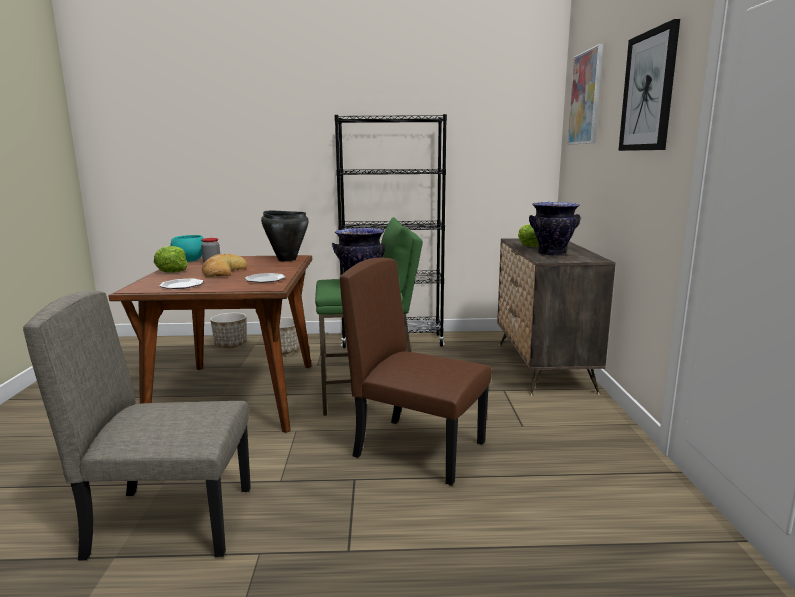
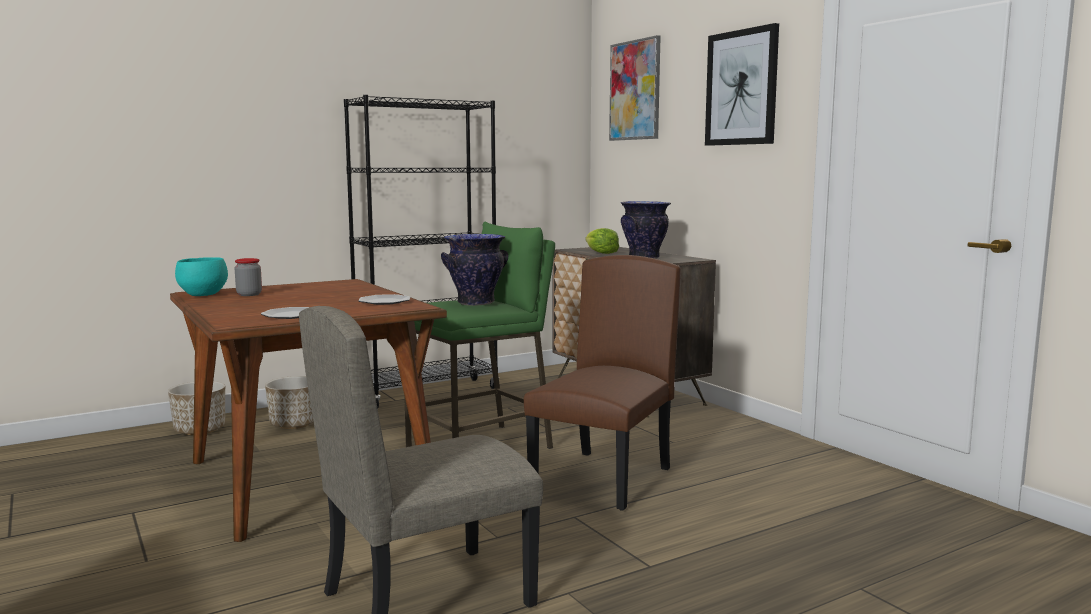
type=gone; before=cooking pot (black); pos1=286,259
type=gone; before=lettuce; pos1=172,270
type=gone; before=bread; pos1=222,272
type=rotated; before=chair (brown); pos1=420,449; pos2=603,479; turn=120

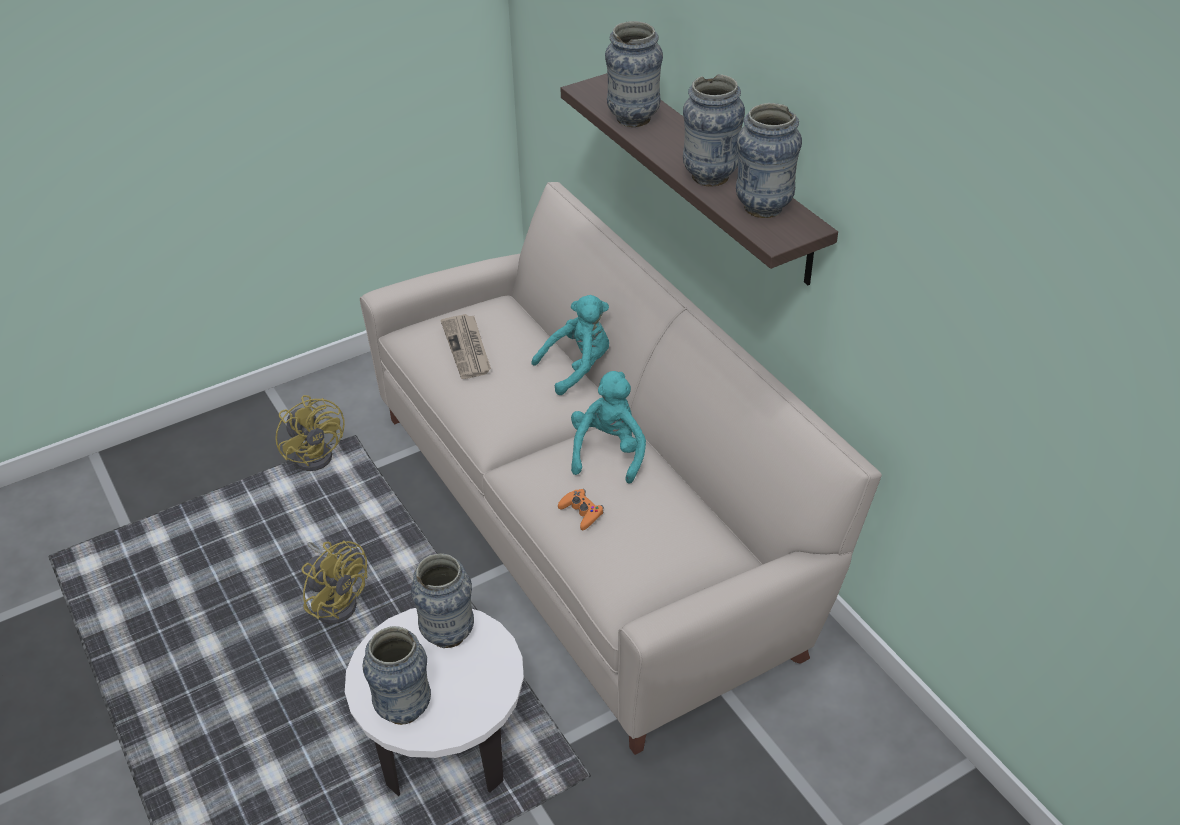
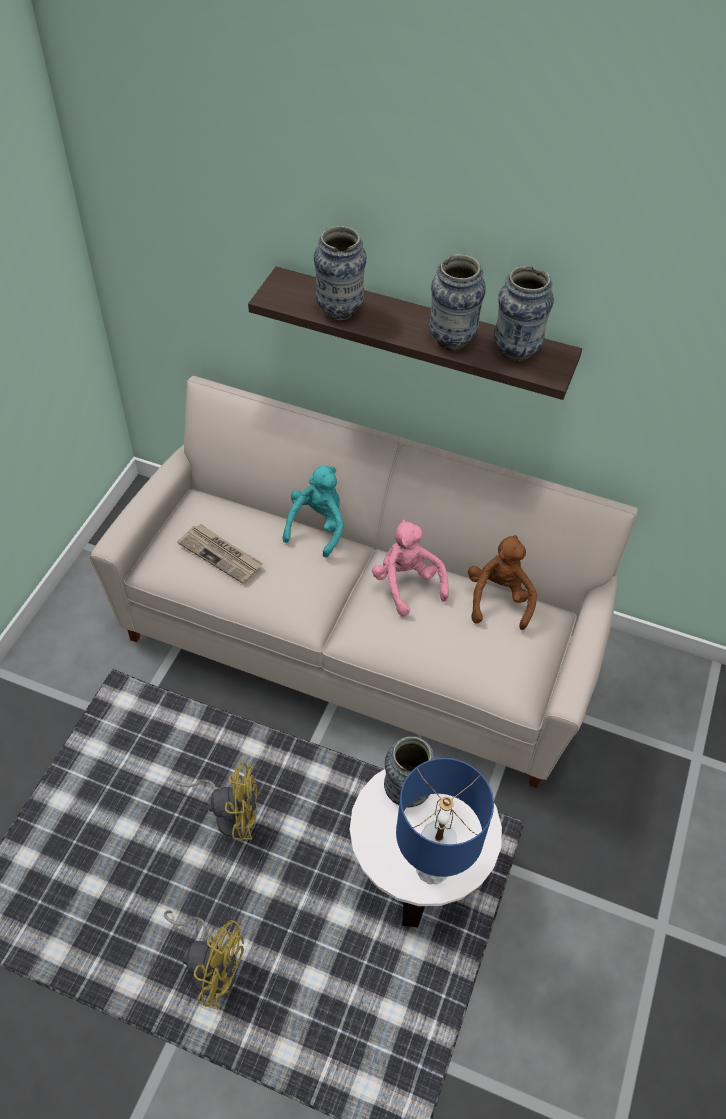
type=repainted; before=plush toy (turquoise); after=plush toy (pink); pos1=608,452; pos2=407,584
type=shifted; before=fan (yellow); pos1=317,452; pos2=212,964
type=gone; before=game controller (orange); pos1=581,512
type=swapped; before=vase; after=table lamp (blue); pos1=404,708; pos2=432,868
type=new; after=plush toy (brown); pos2=499,598

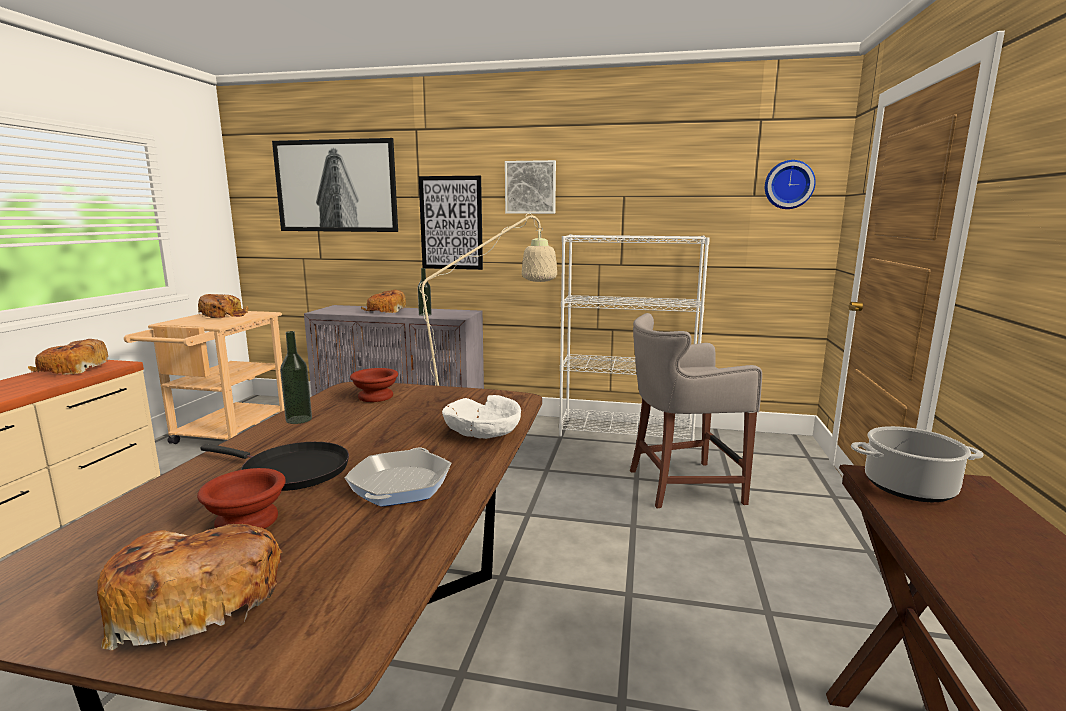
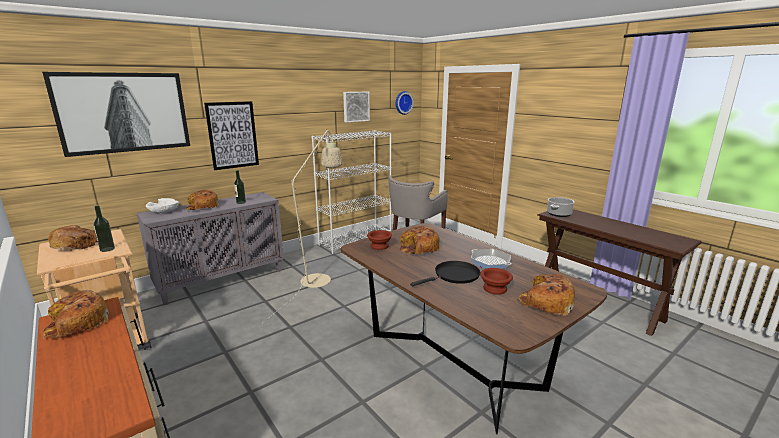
type=shifted; before=picture; pos1=530,187; pos2=355,106
type=shifted; before=bottle; pos1=299,419; pos2=107,249
type=shifted; before=bowl (white); pos1=483,433; pos2=164,211
type=new; after=bread; pos2=418,248

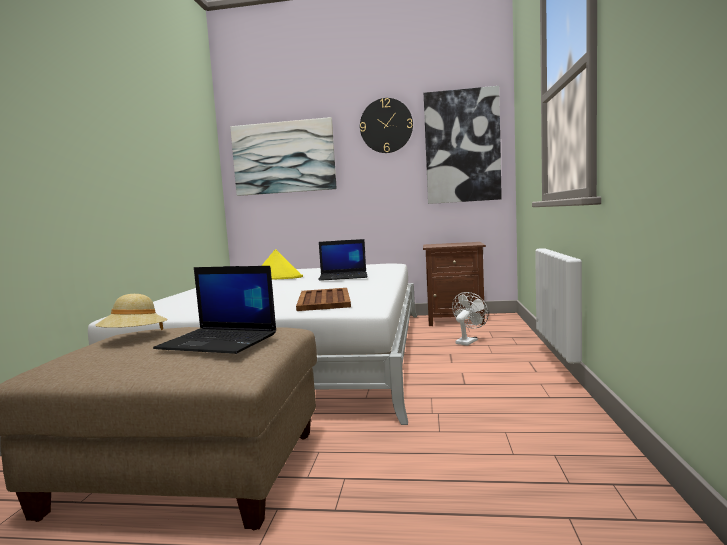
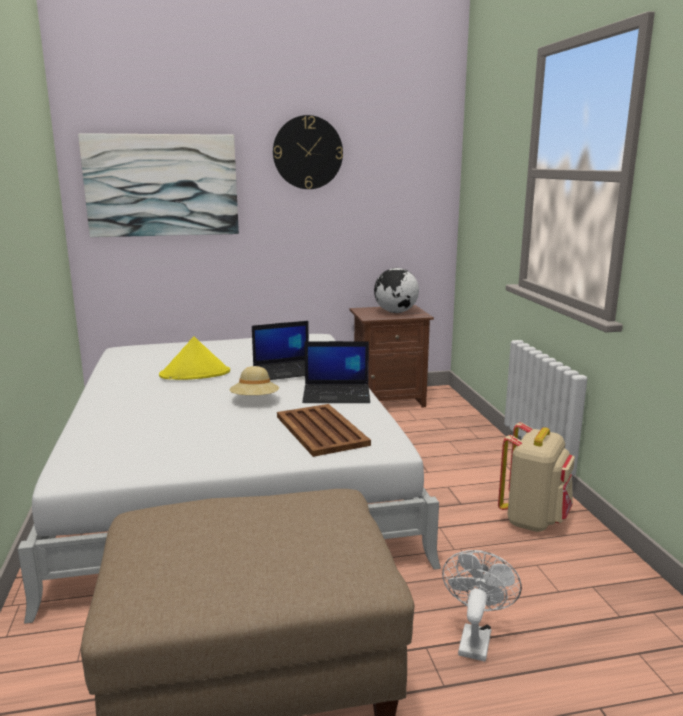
type=gone; before=picture; pos1=462,146
type=shifted; before=laptop; pos1=220,341; pos2=337,394
type=shifted; before=fan (white); pos1=468,341; pos2=475,638
type=shifted; before=hat (beige); pos1=134,338; pos2=255,400
type=new; after=globe; pos2=395,312
type=new; after=backpack (beige); pos2=533,520

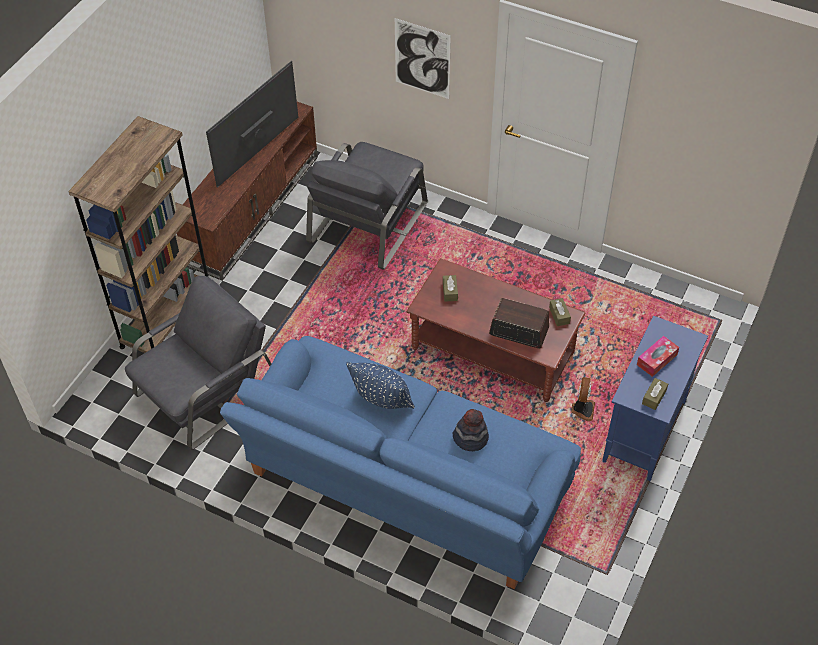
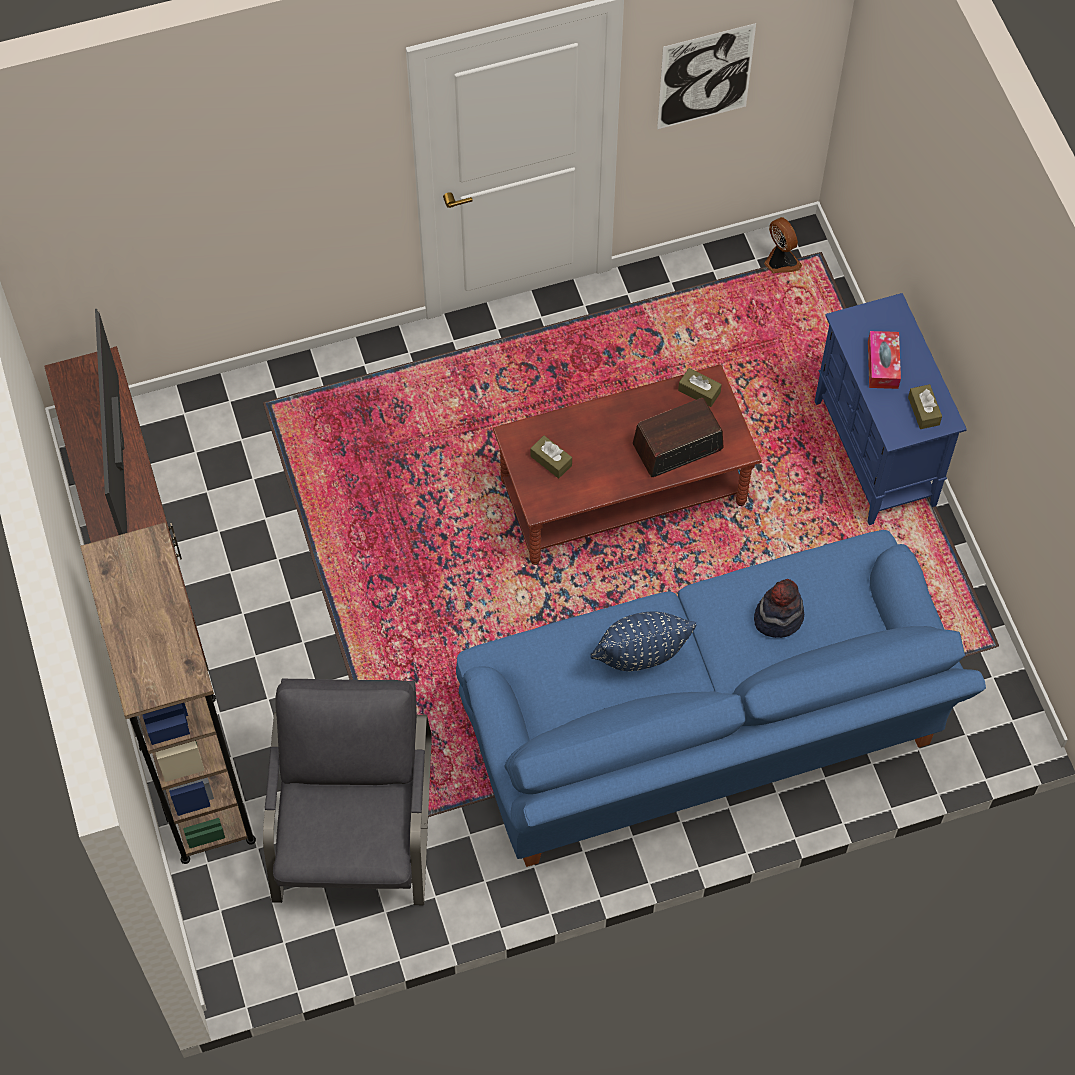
type=shifted; before=picture; pos1=422,59; pos2=705,77
type=gone; before=armchair (grey); pos1=368,221
type=shifted; before=fan; pos1=582,410; pos2=780,262

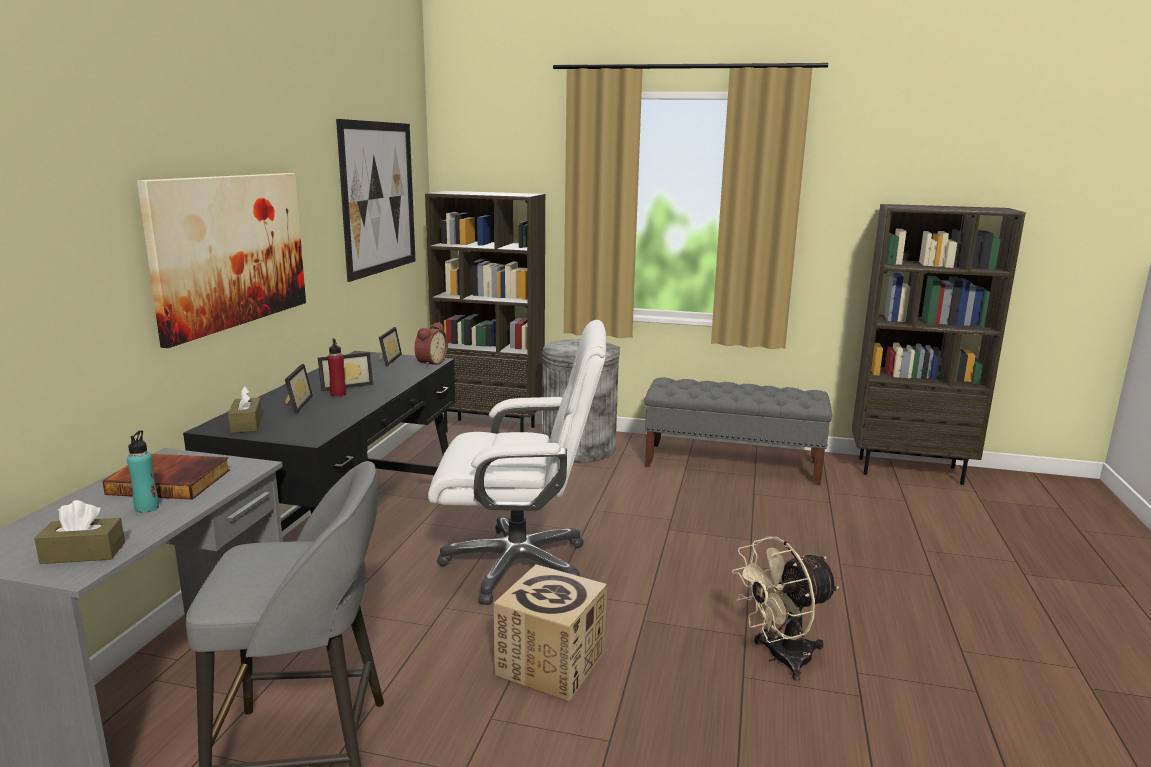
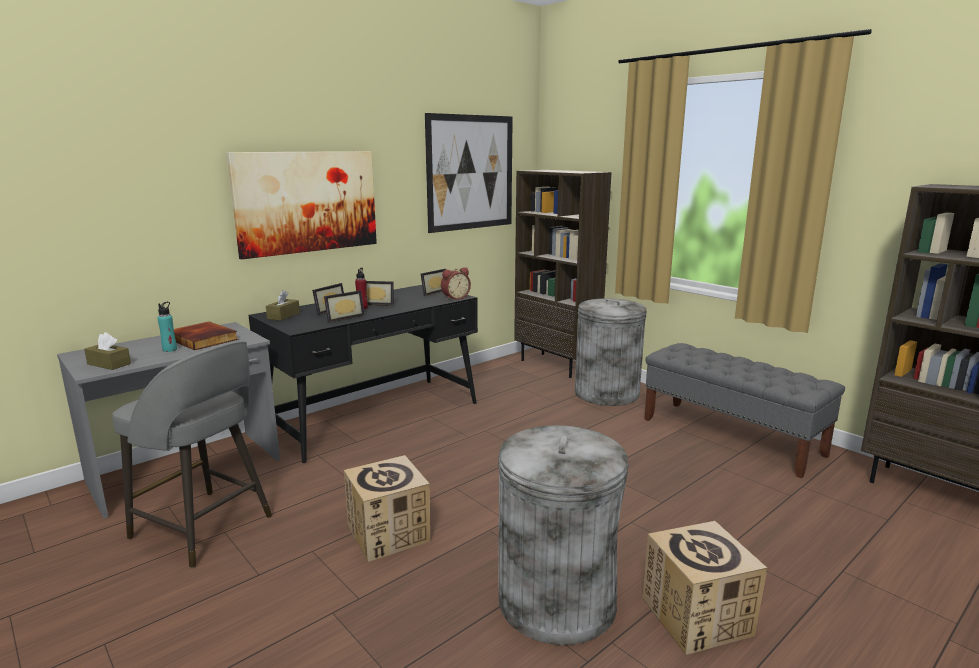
type=gone; before=office chair (white); pos1=519,565
type=swapped; before=fan (beige); after=trash can (grey); pos1=780,658; pos2=557,601
type=new; after=picture frame; pos2=343,317
type=new; after=cardboard box; pos2=697,616

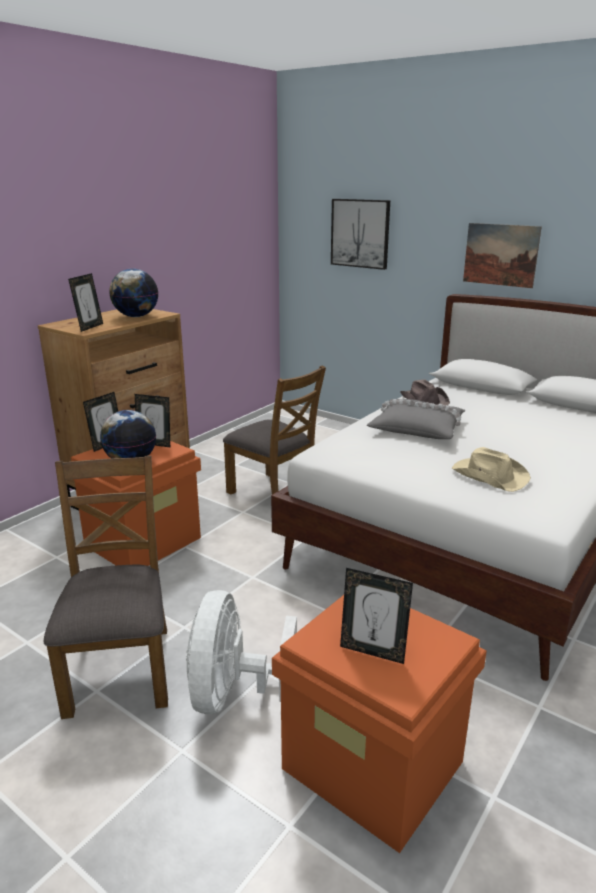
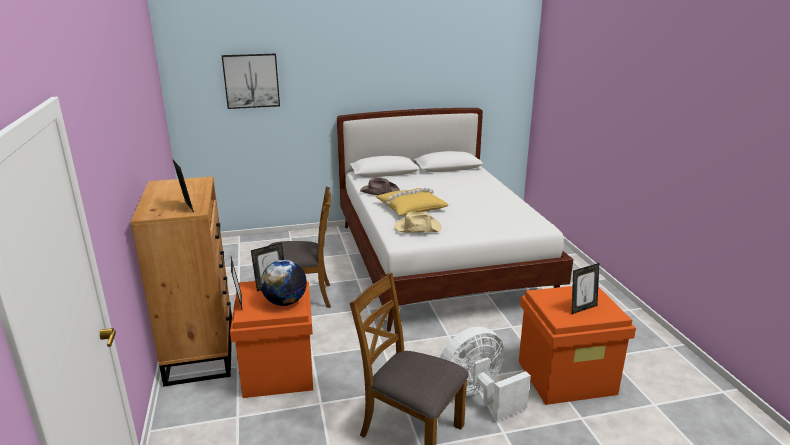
type=gone; before=picture; pos1=500,255
type=gone; before=globe; pos1=136,316
type=repainted; before=pillow (grey); after=pillow (yellow); pos1=417,428; pos2=411,207
type=shifted; before=hat (beige); pos1=489,475; pos2=417,228
type=rotated; before=fan (white); pos1=233,693; pos2=477,397; turn=105

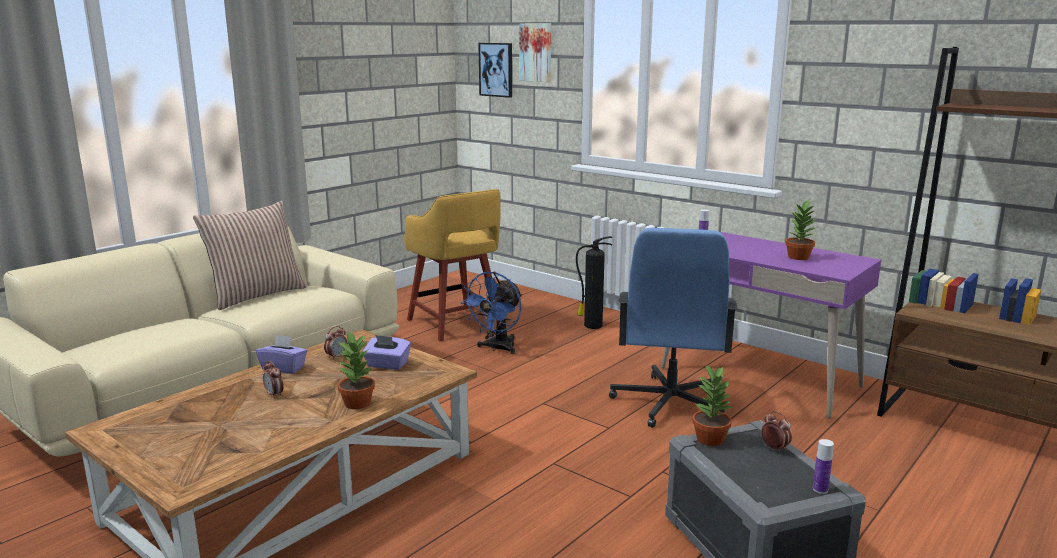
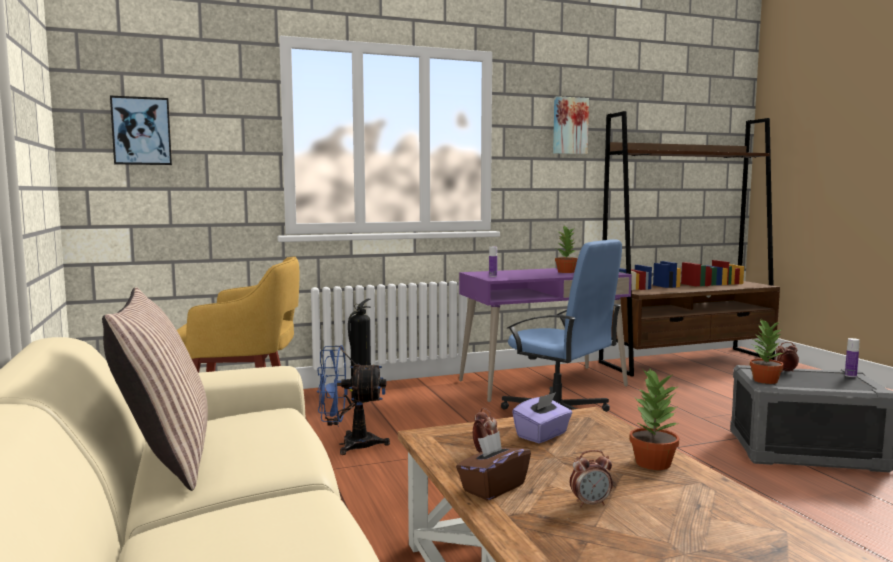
type=shifted; before=picture; pos1=536,52; pos2=569,126
type=rotated; before=fan (blue); pos1=497,348; pos2=349,444; turn=120
type=repainted; before=tissue box (purple); after=tissue box (brown); pos1=283,368; pos2=493,488

